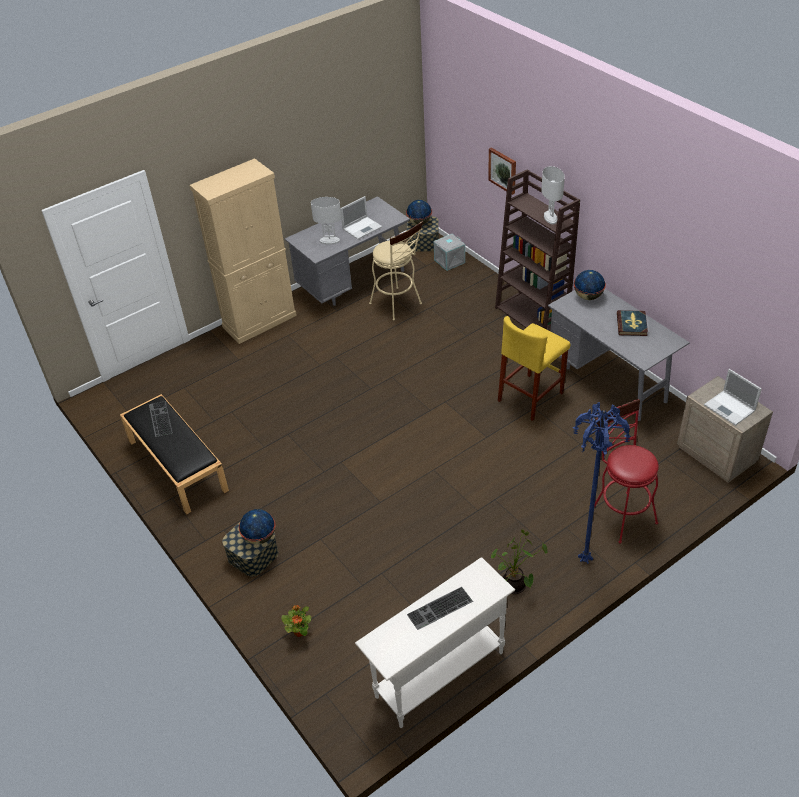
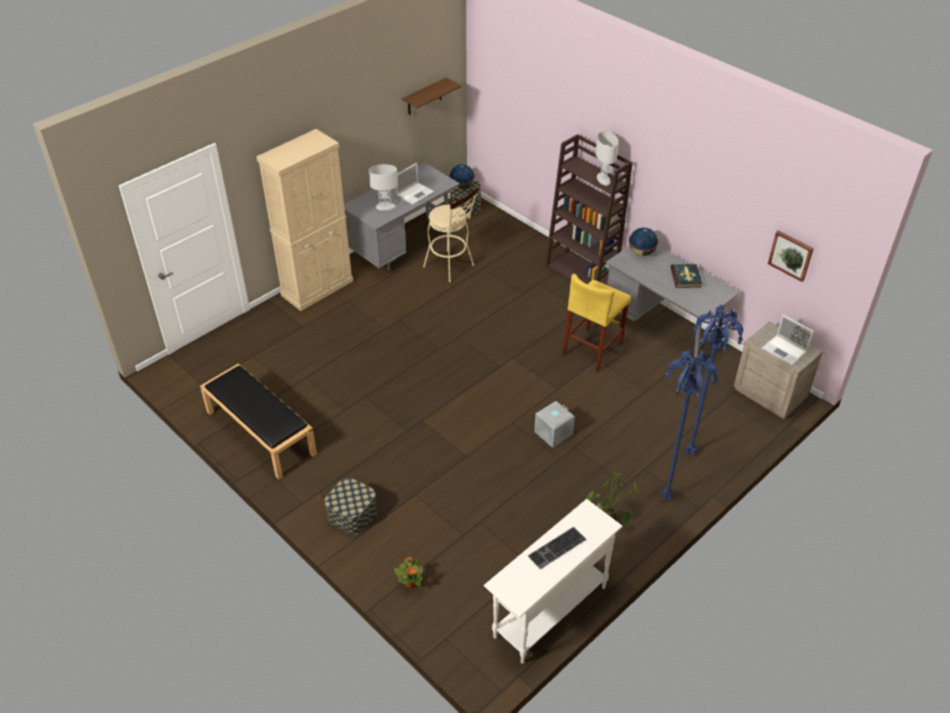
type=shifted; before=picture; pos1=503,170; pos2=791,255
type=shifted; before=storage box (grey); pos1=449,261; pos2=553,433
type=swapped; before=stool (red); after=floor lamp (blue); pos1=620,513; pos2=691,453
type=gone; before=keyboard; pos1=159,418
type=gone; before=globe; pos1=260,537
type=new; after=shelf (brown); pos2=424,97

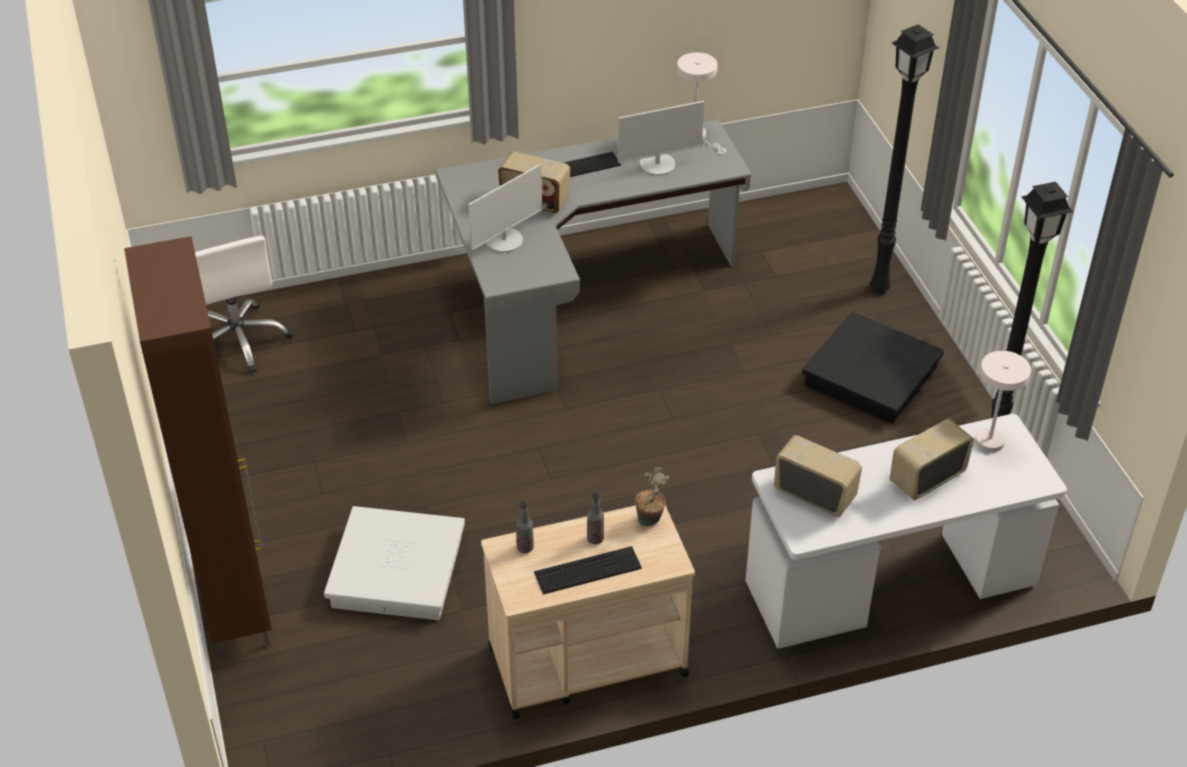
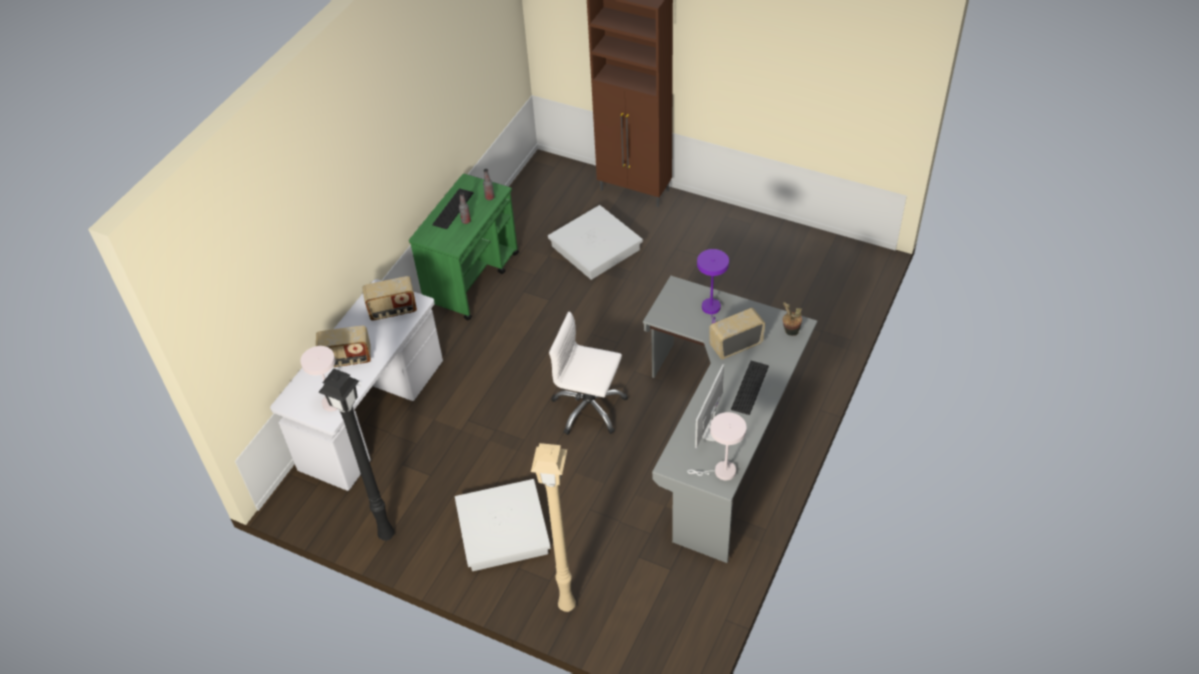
type=repainted; before=floor lamp (black); after=floor lamp (beige); pos1=881,289; pos2=565,606
type=swapped; before=monitor; after=table lamp (purple); pos1=504,240; pos2=711,310
type=shifted; before=office chair (white); pos1=239,340; pos2=589,408
type=repainted; before=storage box (black); after=storage box (white); pos1=870,376; pos2=503,530
type=rotated; before=radio; pos1=926,477; pos2=347,359; turn=75
type=shifted; before=potted plant; pos1=651,521; pos2=790,332
type=repainted; before=cart (beige); after=cart (green); pos1=586,661; pos2=472,278

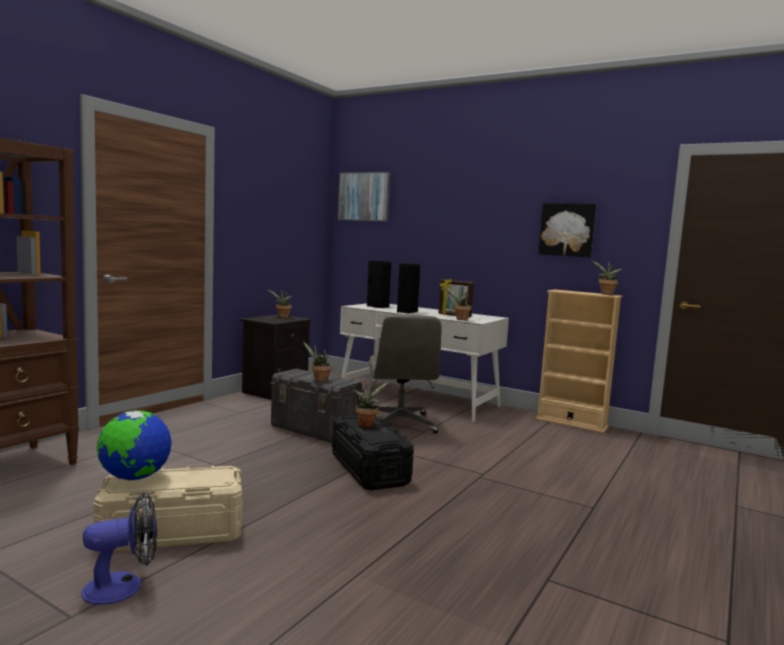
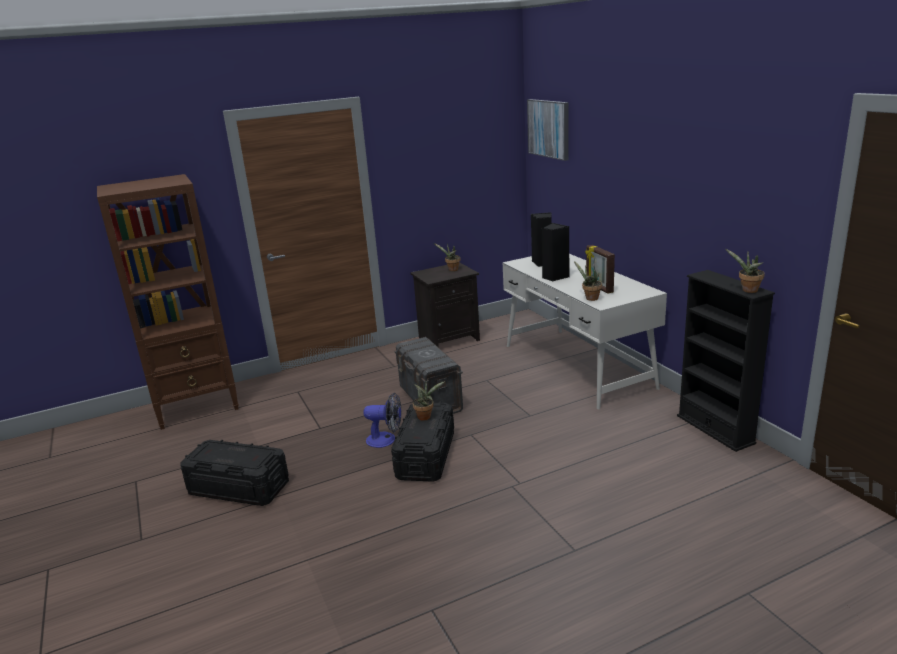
type=gone; before=picture; pos1=567,230
type=repainted; before=bookcase (beige); after=bookcase (black); pos1=571,423; pos2=715,429
type=gone; before=office chair (grey); pos1=400,424
type=gone; before=potted plant; pos1=318,380
type=gone; before=globe; pos1=135,478
type=repainted; before=storage box (beige); after=storage box (black); pos1=173,532; pos2=239,488
type=shifted; before=fan; pos1=123,586; pos2=386,440

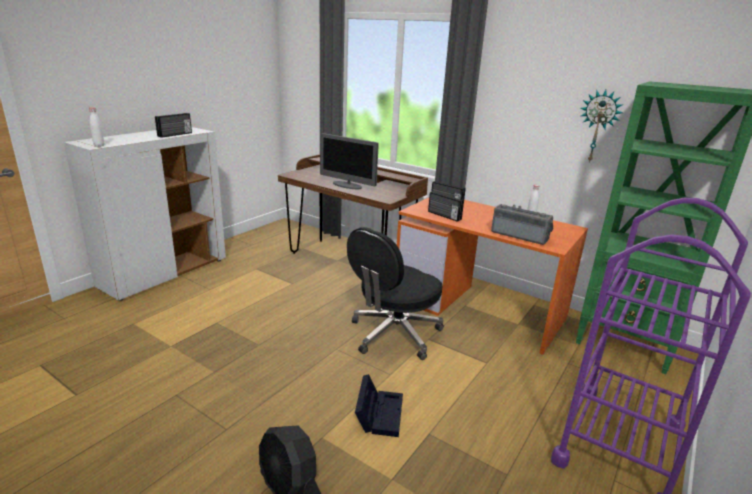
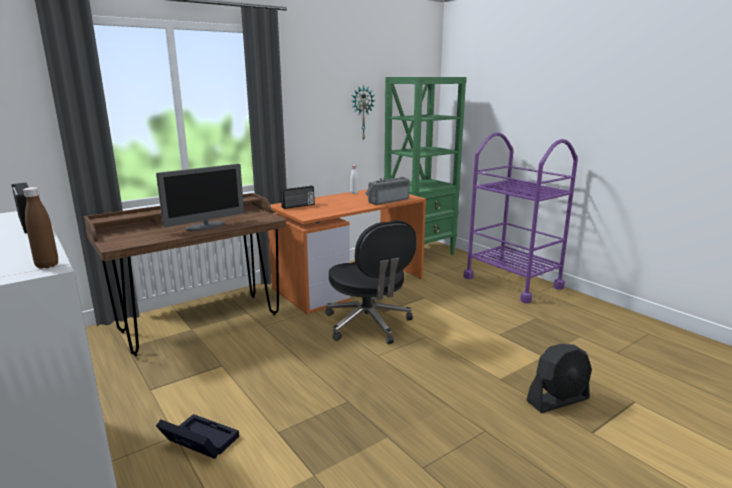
type=repainted; before=bottle (white); after=bottle (brown); pos1=99,146; pos2=47,265
type=gone; before=radio; pos1=444,216
type=shifted; before=storage box (black); pos1=379,413; pos2=198,441

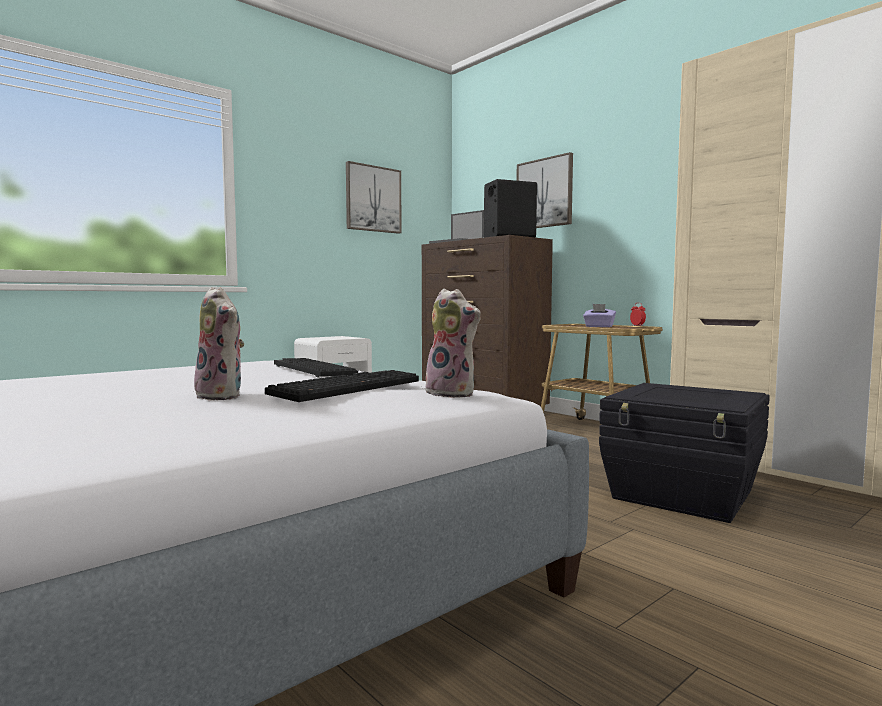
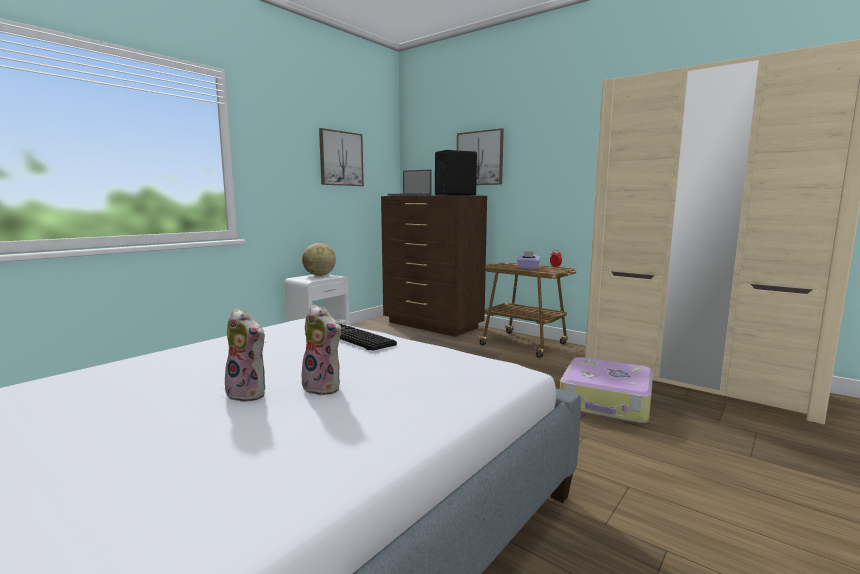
type=shifted; before=plush toy; pos1=453,394; pos2=250,393
type=gone; before=keyboard; pos1=347,387
type=swapped; before=storage box (black); after=suitcase; pos1=683,495; pos2=606,402
type=new; after=globe; pos2=319,275

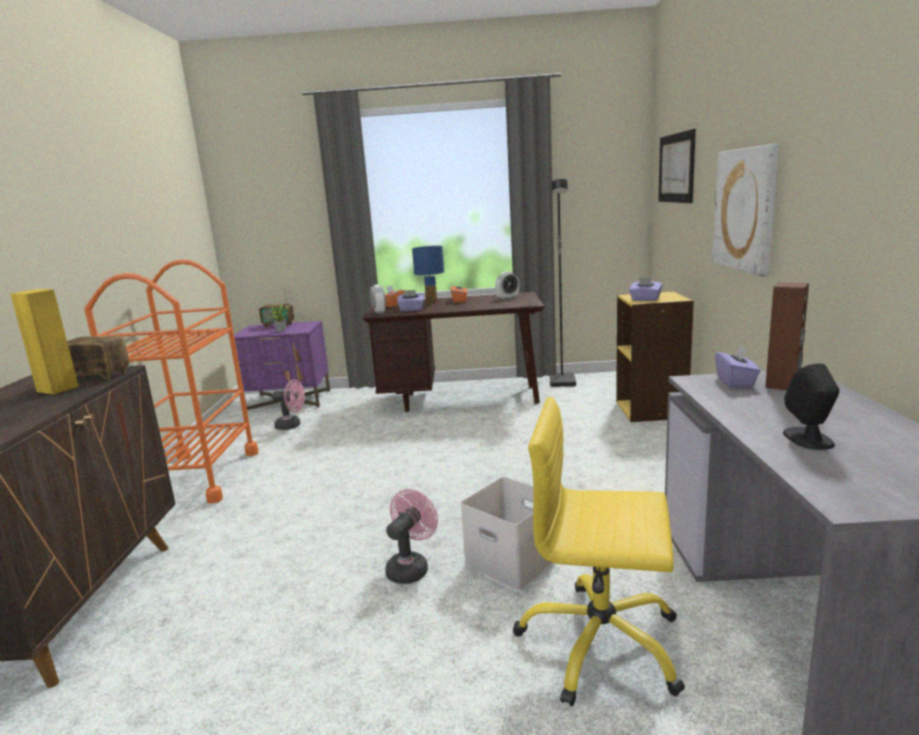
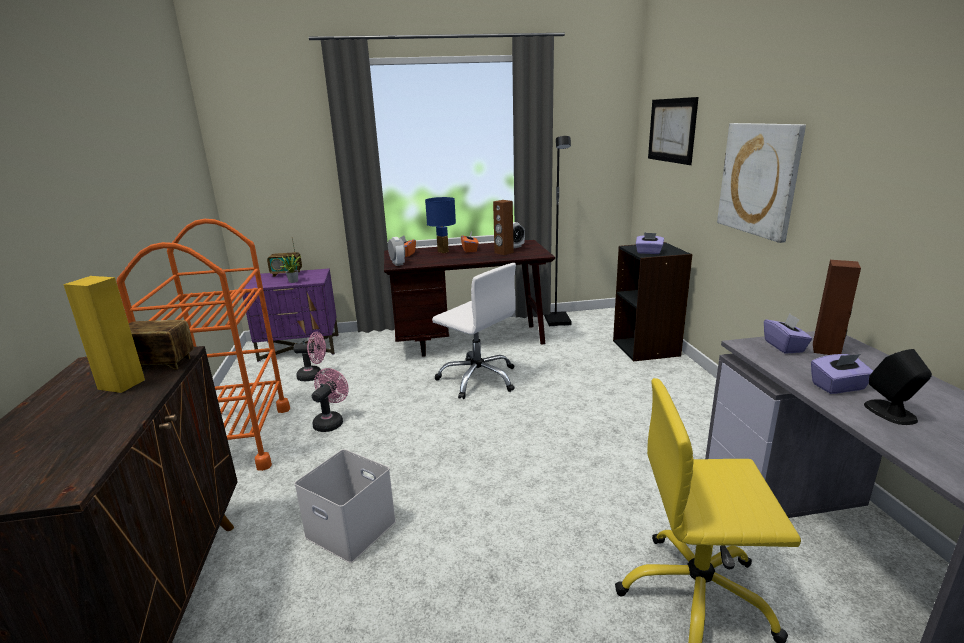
type=shifted; before=tissue box (purple); pos1=411,310; pos2=838,387
type=repainted; before=bookcase (yellow); after=bookcase (black); pos1=651,410; pos2=646,348
type=shifted; before=storage box (white); pos1=514,560; pos2=353,528
type=shifted; before=fan (pink); pos1=411,567; pos2=331,422
type=new; after=speaker (brown); pos2=503,252
type=new; after=office chair (white); pos2=478,379

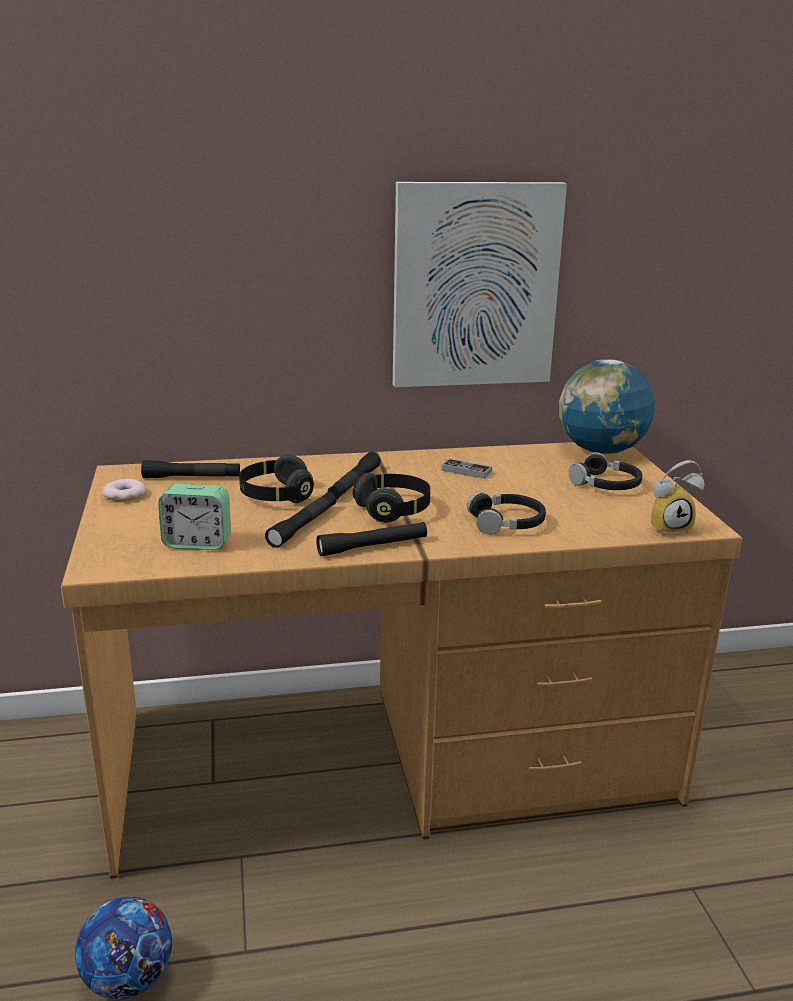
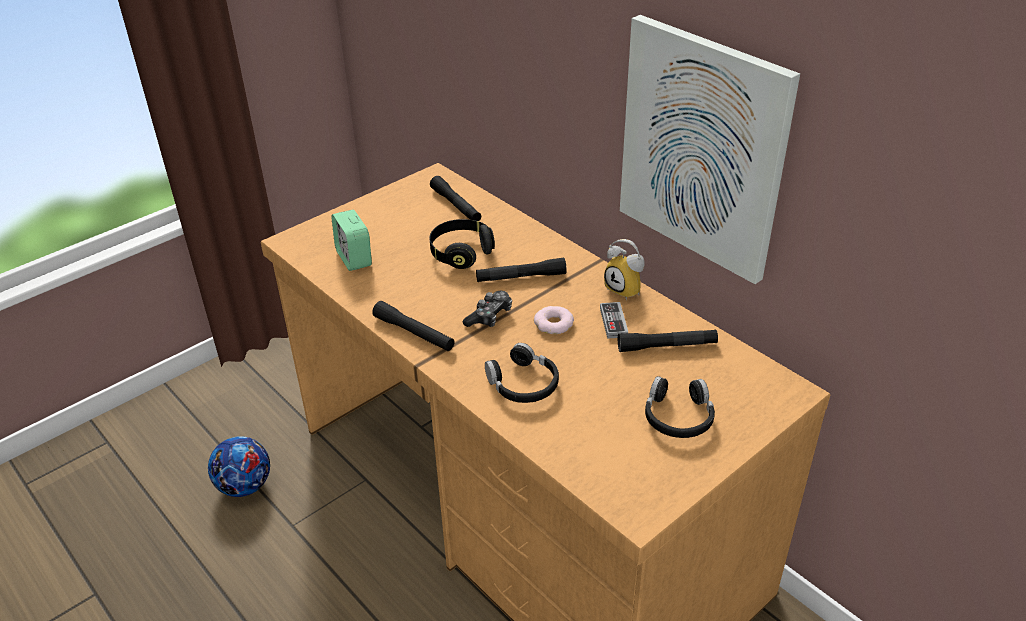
type=gone; before=globe; pos1=601,451
type=shifted; before=alarm clock; pos1=668,527; pos2=627,289
type=swapped; before=headphones (black); after=game controller; pos1=393,510; pos2=489,316
type=shifted; before=donut; pos1=125,495; pos2=554,324
type=shifted; before=flashlight (black); pos1=303,526; pos2=667,346

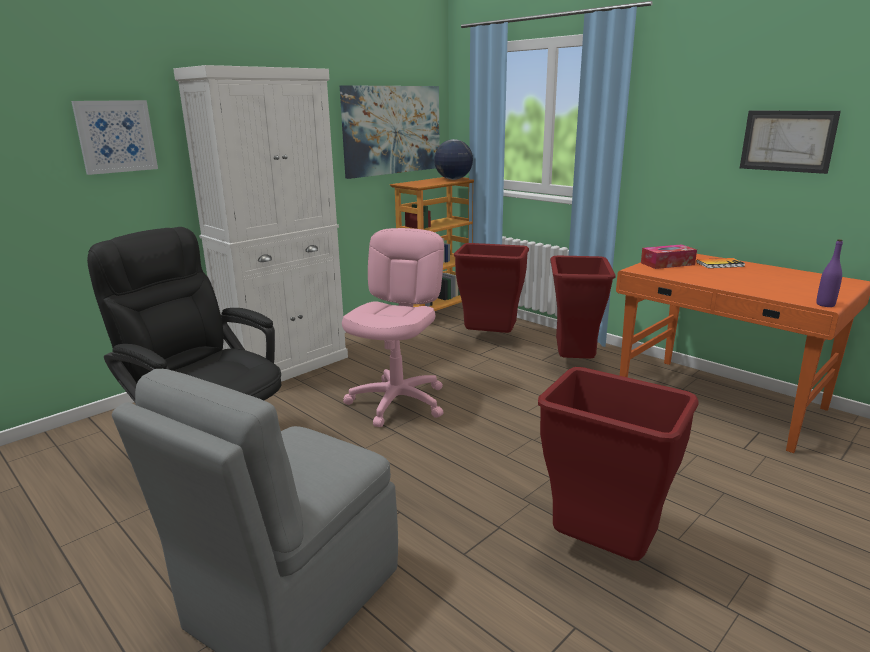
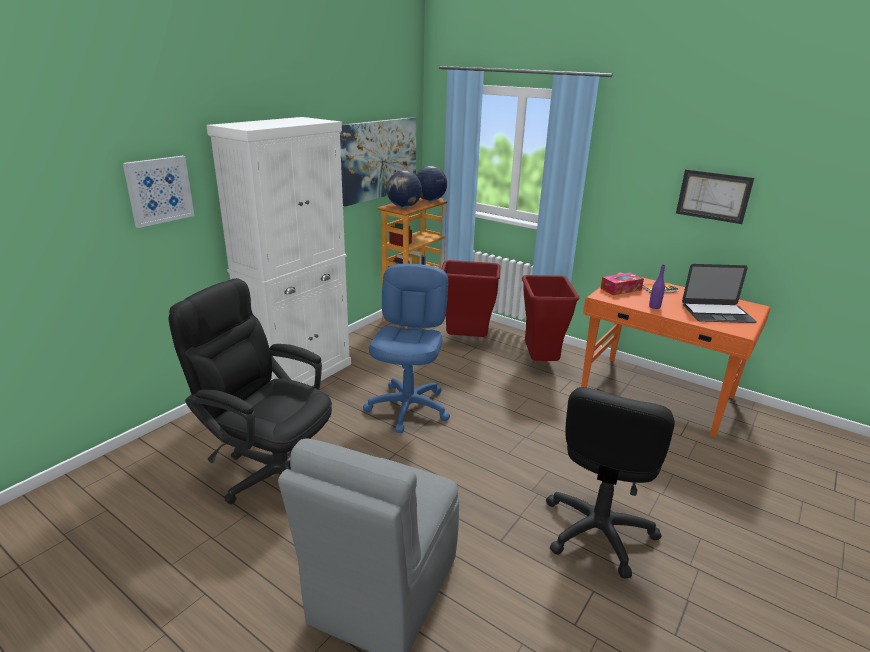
type=repainted; before=office chair (pink); after=office chair (blue); pos1=398,402; pos2=408,408
type=shifted; before=bottle (purple); pos1=825,305; pos2=654,307
type=swapped; before=trash can (red); after=office chair (black); pos1=599,553; pos2=597,531
type=new; after=globe; pos2=403,206
type=new; after=laptop; pos2=717,313

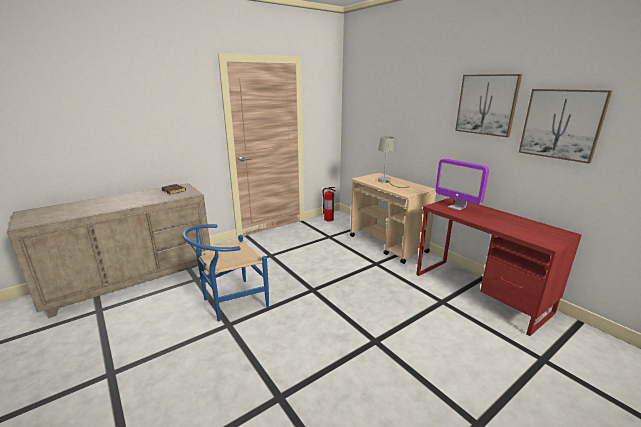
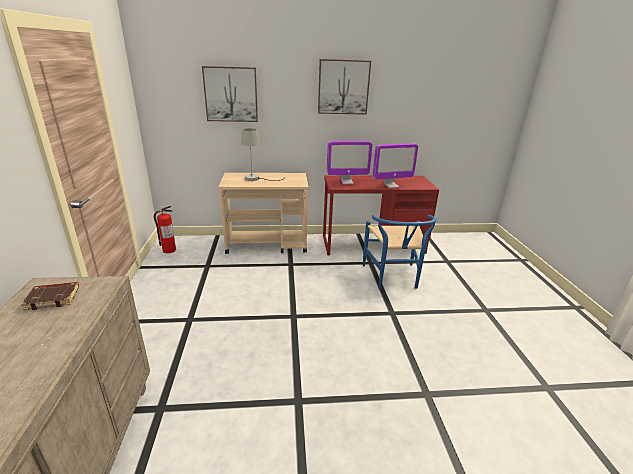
type=shifted; before=picture; pos1=561,124; pos2=231,94
type=shifted; before=chair (blue); pos1=230,303; pos2=393,278
type=new; after=monitor; pos2=391,185

